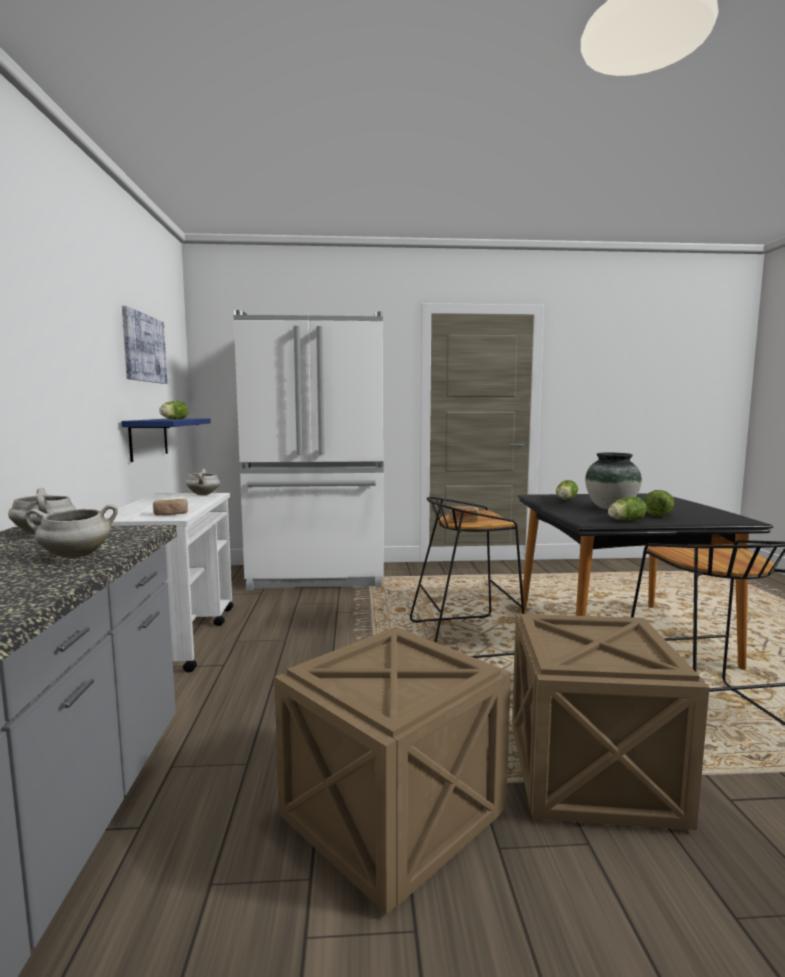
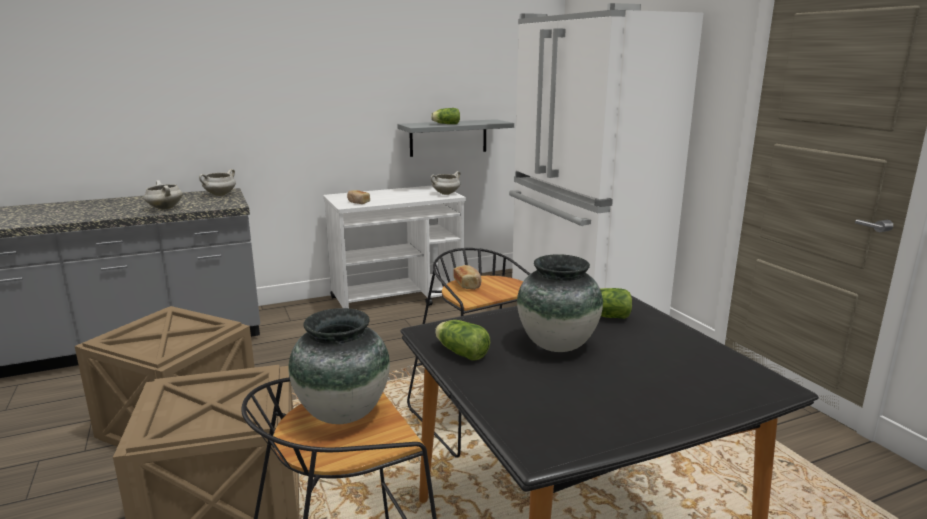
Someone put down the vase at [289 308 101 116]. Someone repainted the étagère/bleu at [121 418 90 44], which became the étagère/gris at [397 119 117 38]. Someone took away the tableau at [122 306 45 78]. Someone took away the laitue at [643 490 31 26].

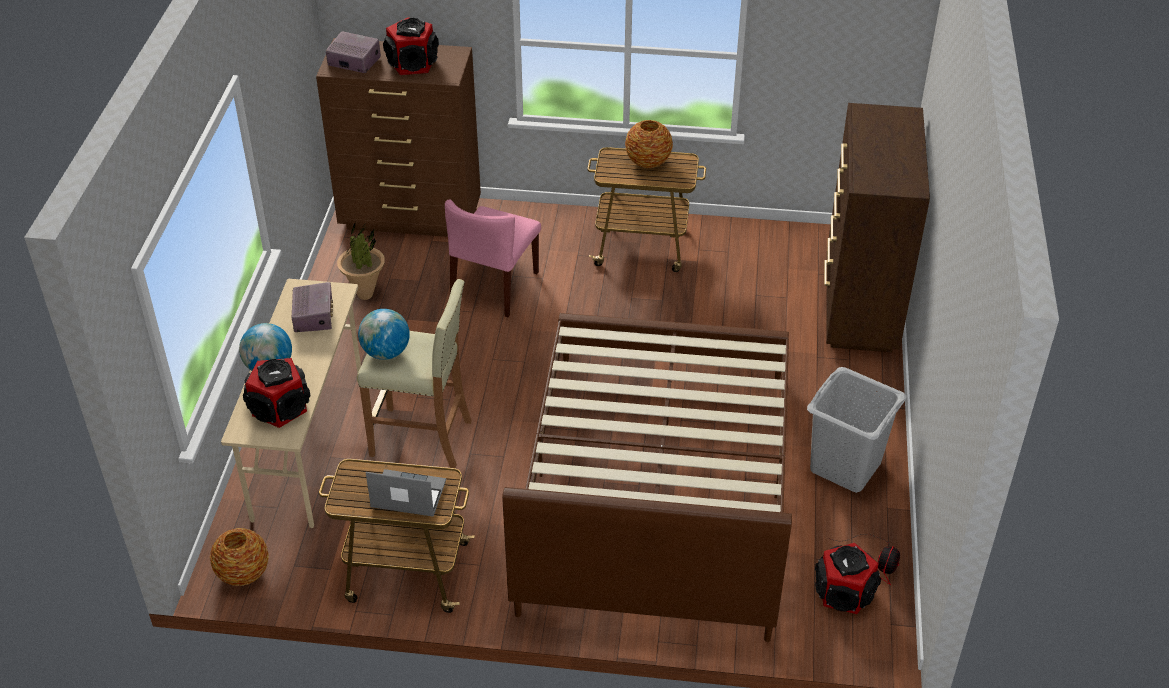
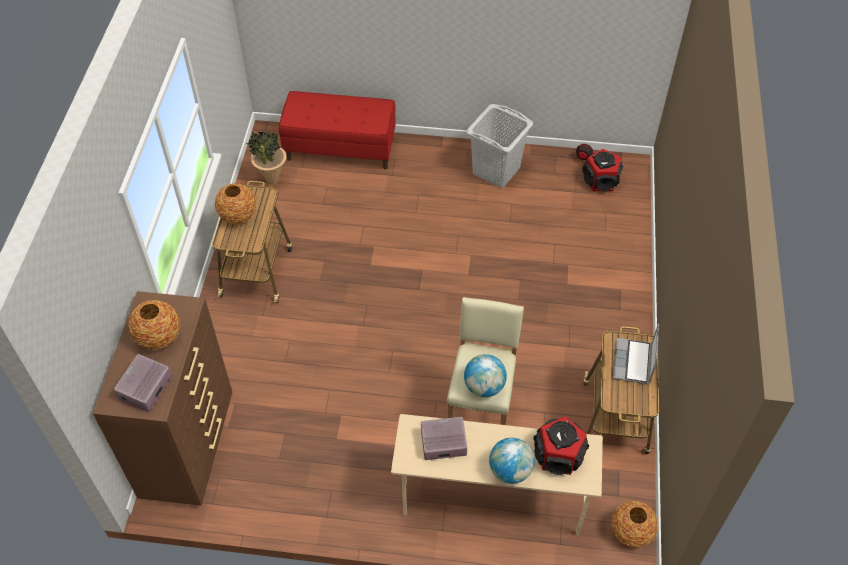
Someone swapped the enceinte at [383 17 56 58] for the vase at [129 300 51 50]. Someone carried the plante en pot from [337 221 48 79] to [246 131 40 53]. Someone swapped the commode/marron at [824 103 106 250] for the banc/rouge at [279 91 117 78]. Someone took away the chaise/rose at [445 199 96 118]. Someone took away the lit/marron at [502 313 290 329].

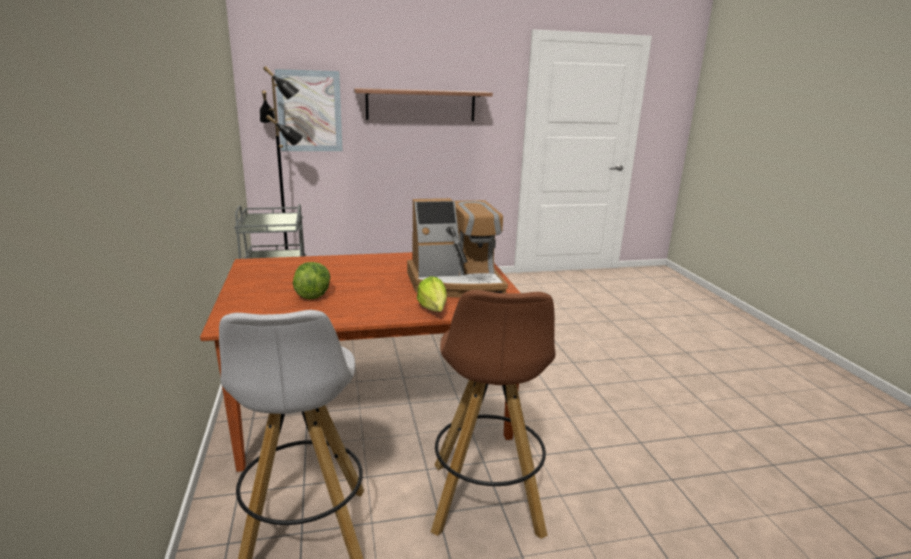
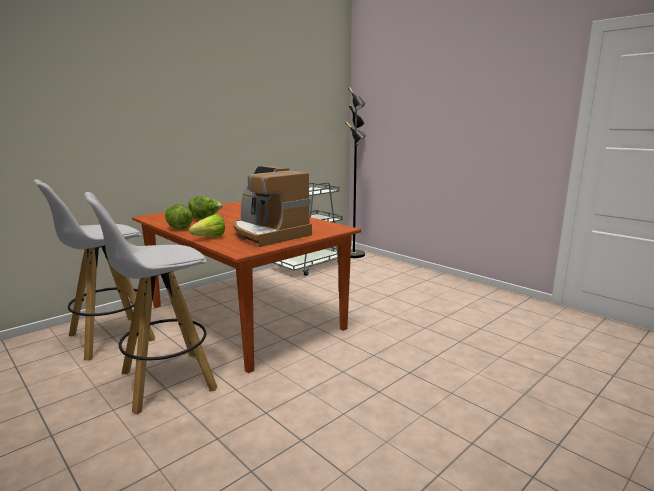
Someone repainted the tabouret/marron at [431 290 124 249], which became the tabouret/blanc at [84 192 133 222]. Someone put down the laitue at [165 204 28 26]. Someone took away the tableau at [275 69 67 82]. Someone took away the étagère at [354 88 139 33].

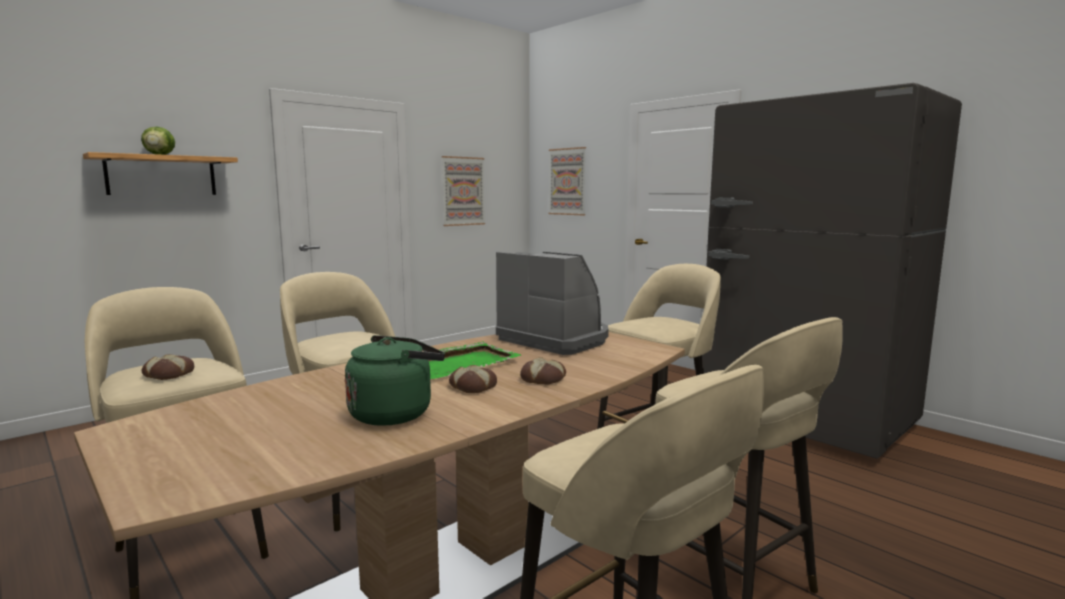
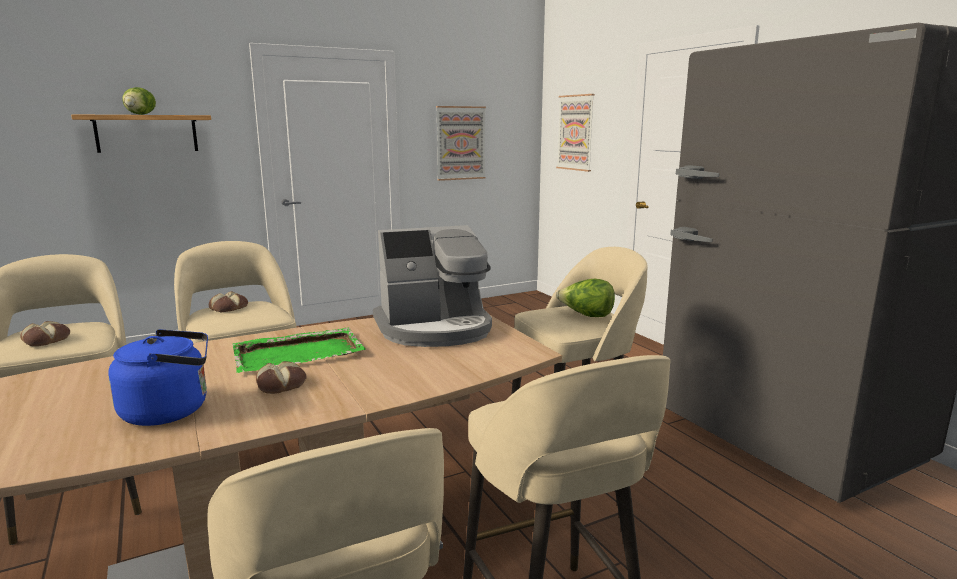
Someone repainted the bouilloire/vert at [345 335 100 91], which became the bouilloire/bleu at [108 329 100 97]. Someone carried the pain from [520 357 46 28] to [209 291 39 21]. Someone rotated the machine à café at [496 252 113 103] by 105 degrees clockwise. Someone put down the laitue at [557 279 58 38].

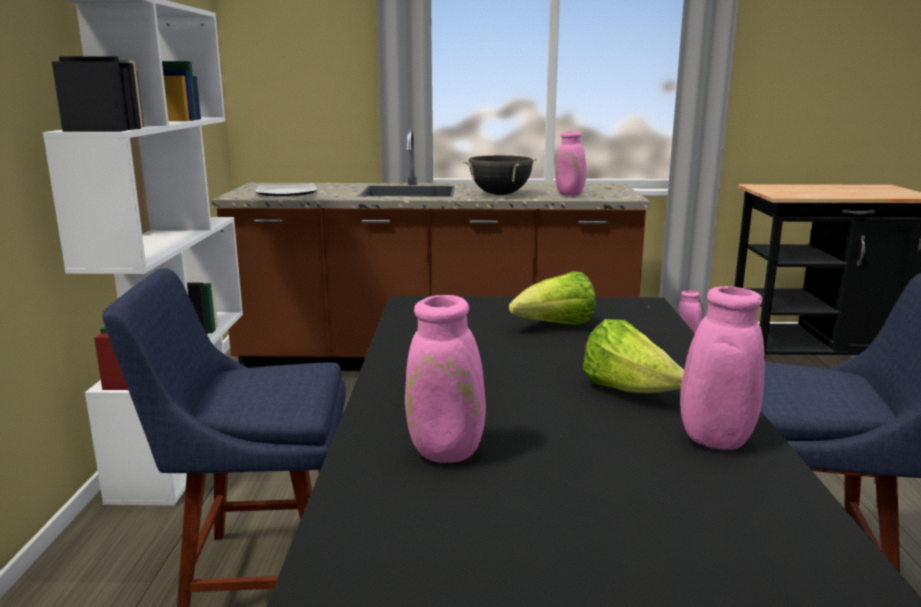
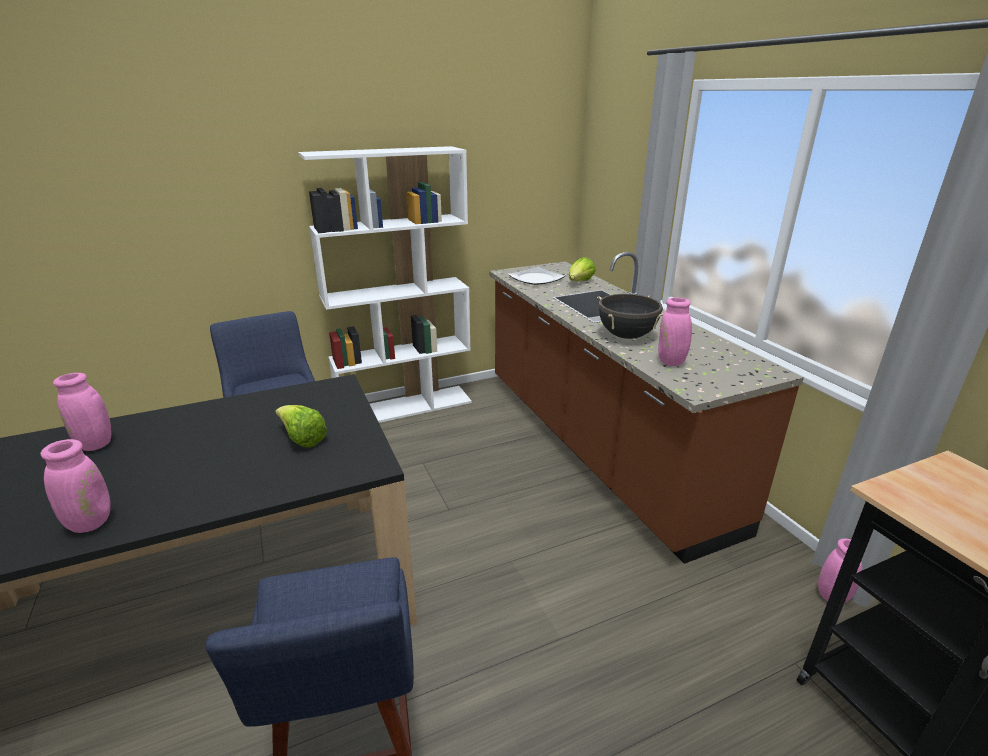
Someone carried the laitue from [583 319 101 74] to [569 257 27 24].

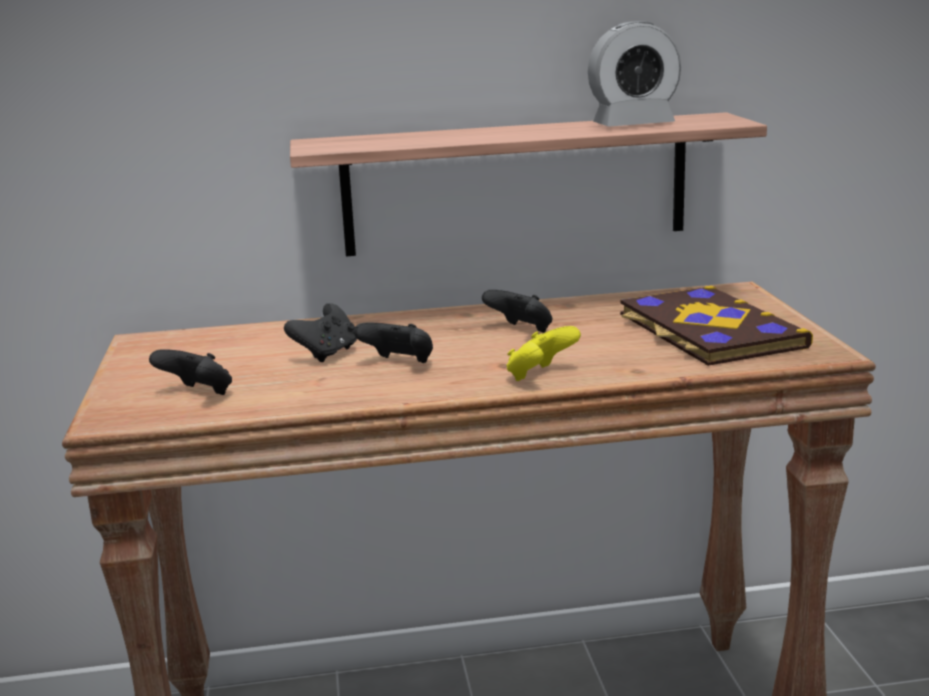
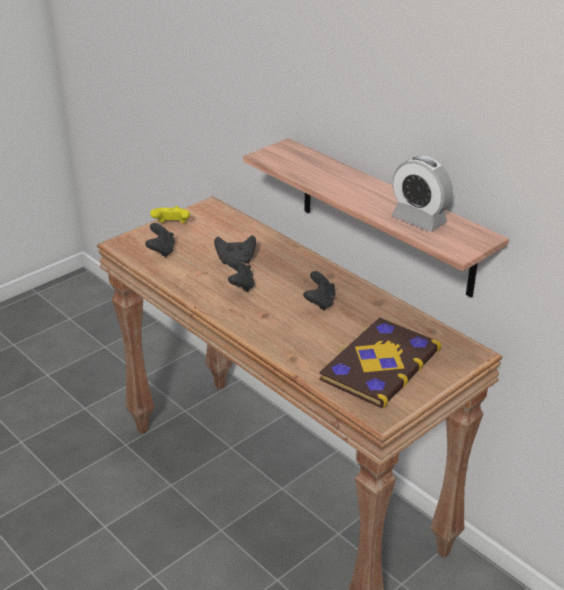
Someone carried the manette/jaune from [507 326 74 55] to [150 206 40 17].

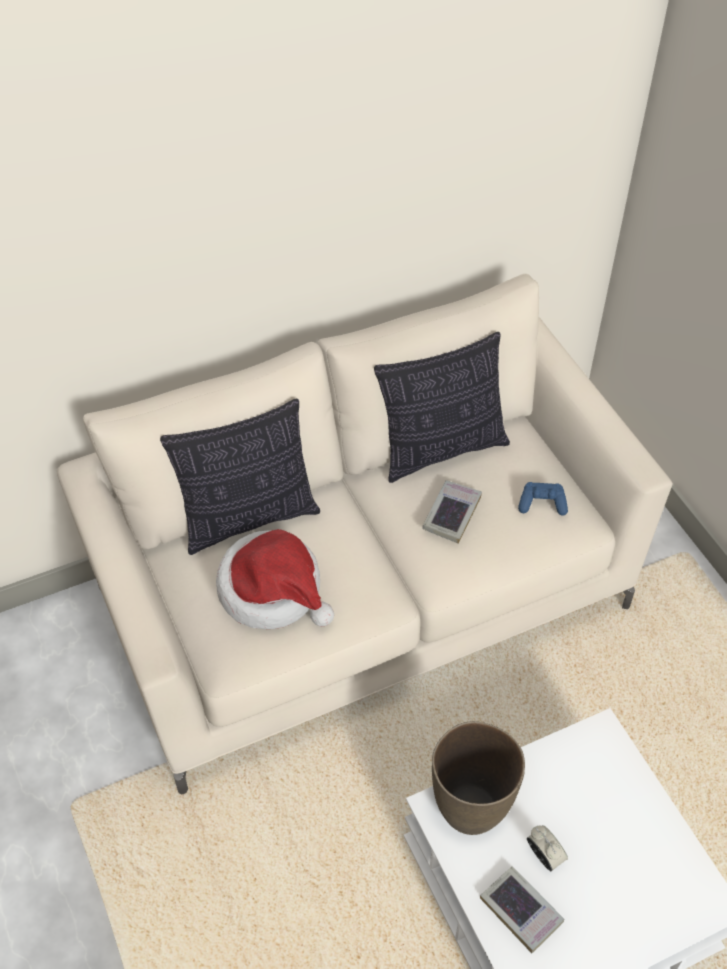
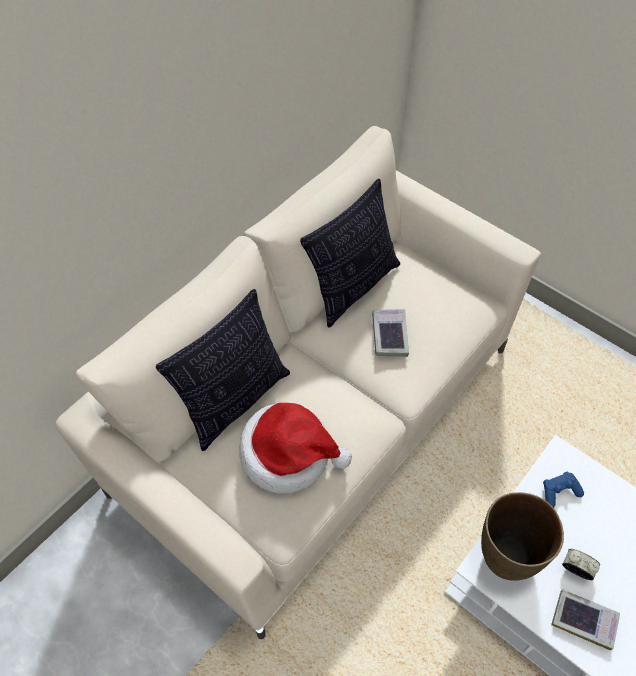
Someone carried the manette/bleu from [518 482 50 34] to [543 472 41 36].

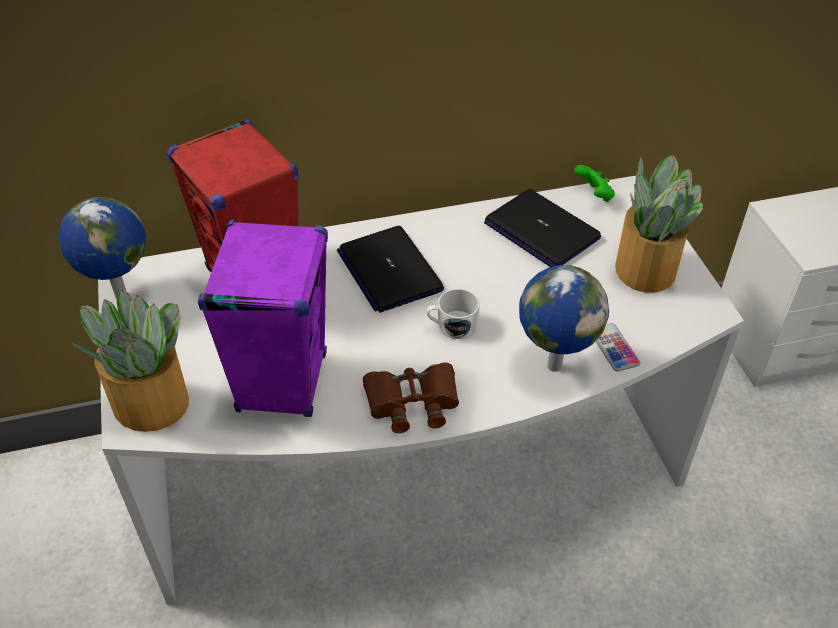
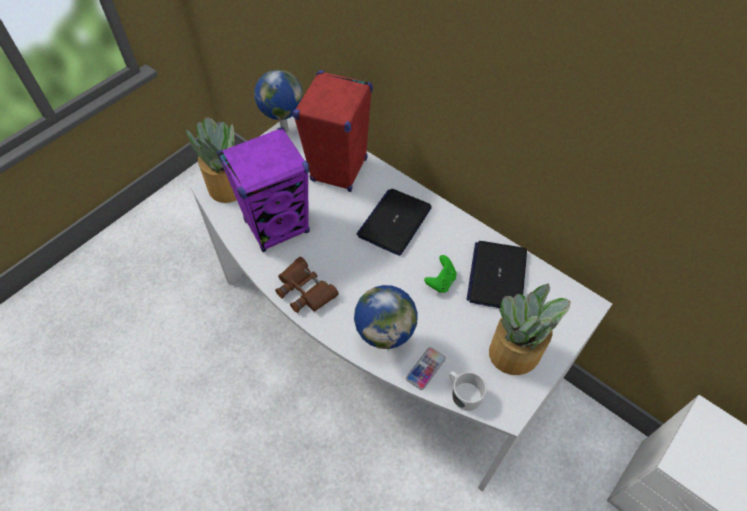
Someone carried the manette/vert from [574 165 41 37] to [424 255 33 38]. Someone carried the mug/blanc from [426 289 54 50] to [449 371 38 40].

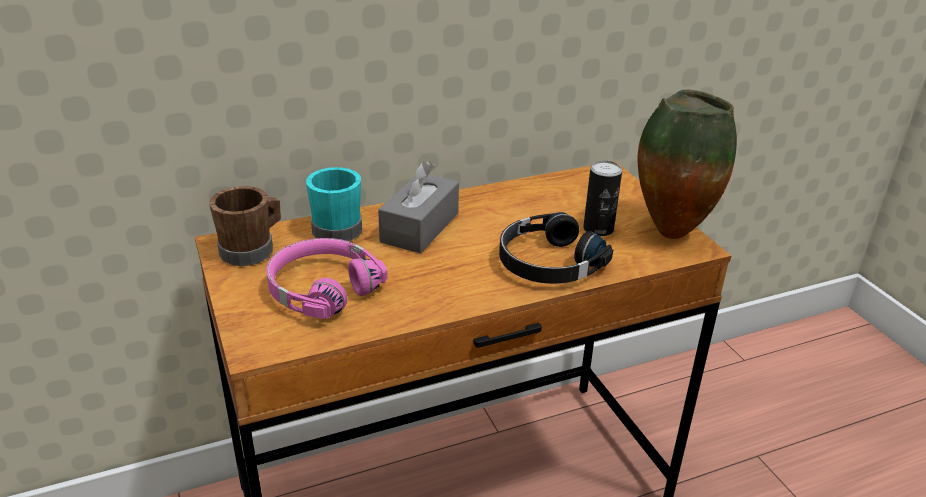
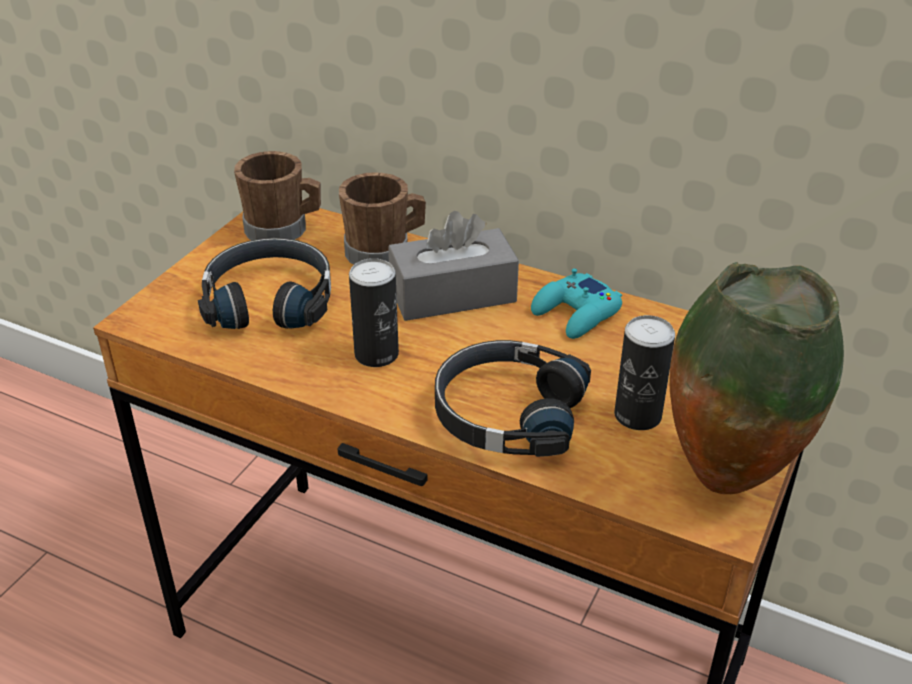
Someone repainted the casque audio/rose at [266 238 122 81], which became the casque audio/noir at [198 238 133 91]. Someone repainted the mug/turquoise at [306 167 56 74], which became the mug/marron at [339 172 87 92]. Someone put down the boîte métallique at [349 258 50 109]. Someone put down the manette/turquoise at [531 268 91 71].

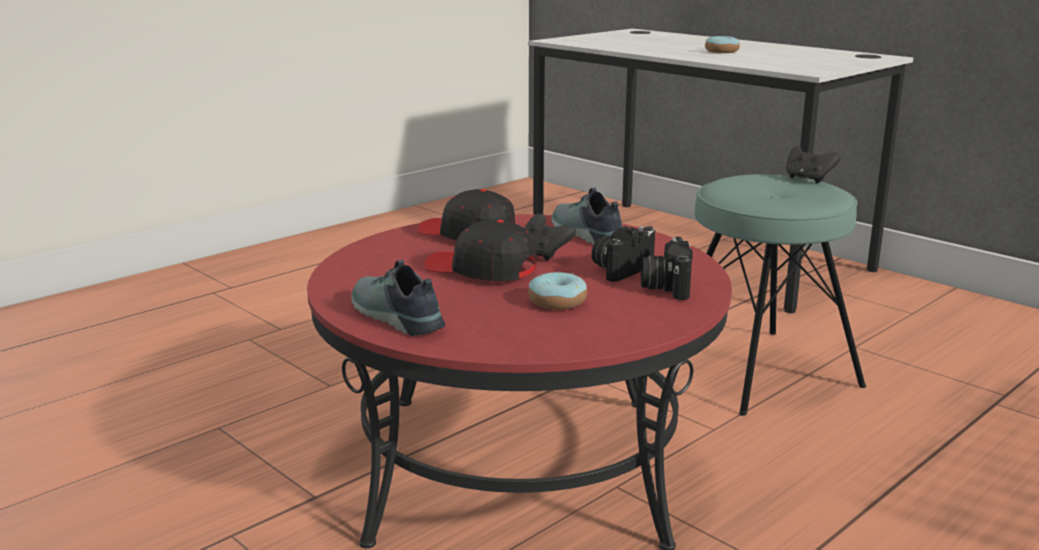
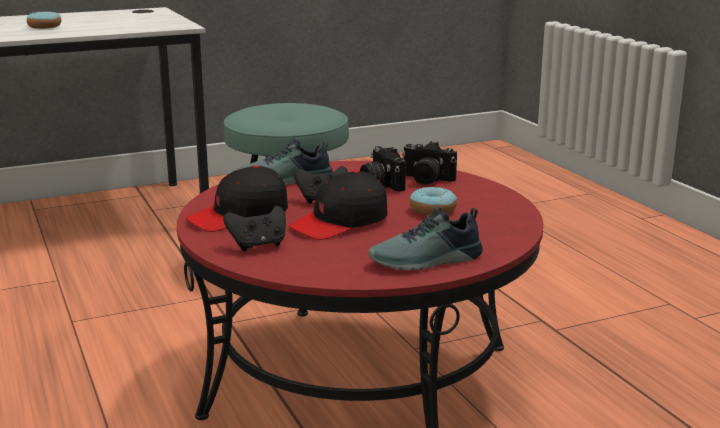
Someone carried the manette/noir from [786 146 55 37] to [223 206 63 45].

